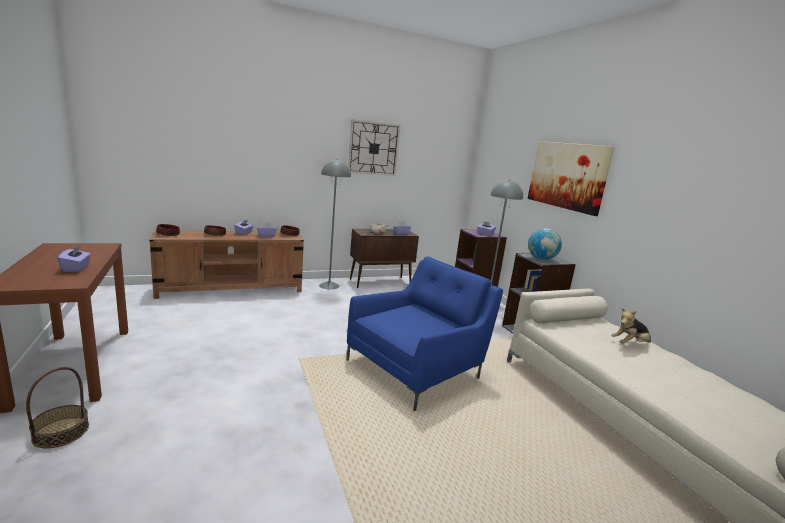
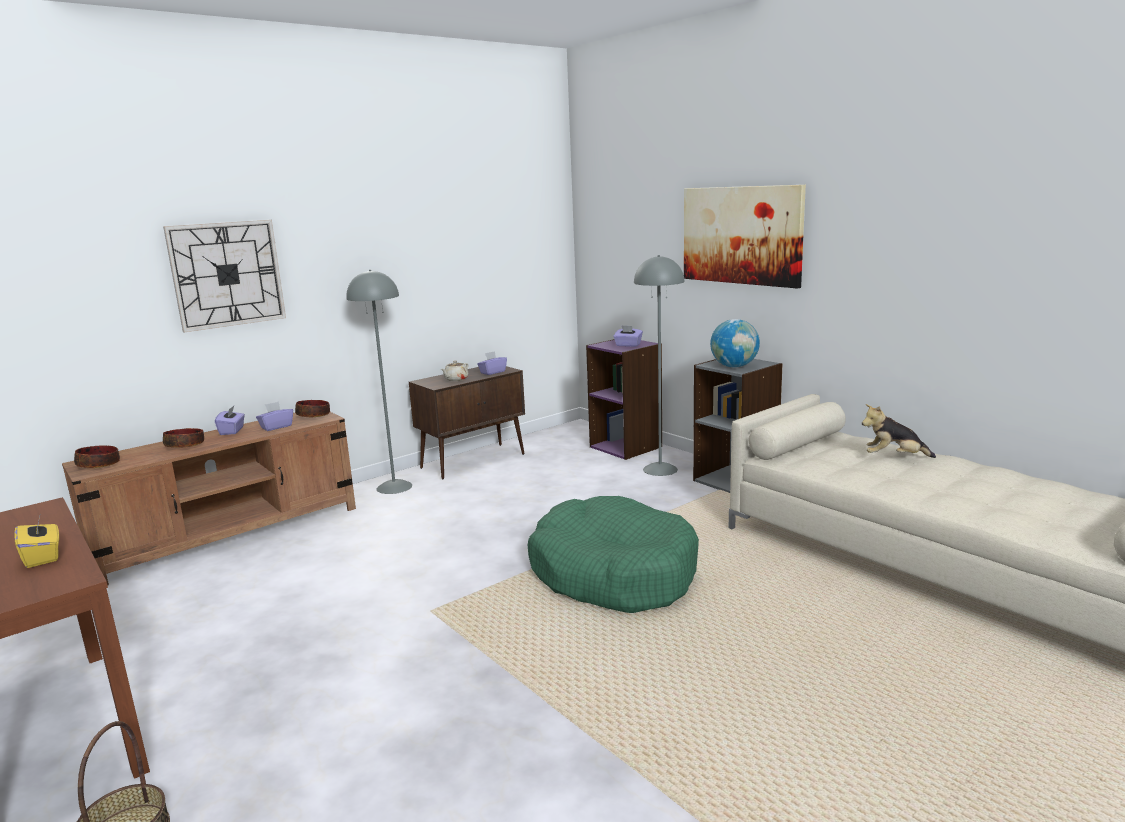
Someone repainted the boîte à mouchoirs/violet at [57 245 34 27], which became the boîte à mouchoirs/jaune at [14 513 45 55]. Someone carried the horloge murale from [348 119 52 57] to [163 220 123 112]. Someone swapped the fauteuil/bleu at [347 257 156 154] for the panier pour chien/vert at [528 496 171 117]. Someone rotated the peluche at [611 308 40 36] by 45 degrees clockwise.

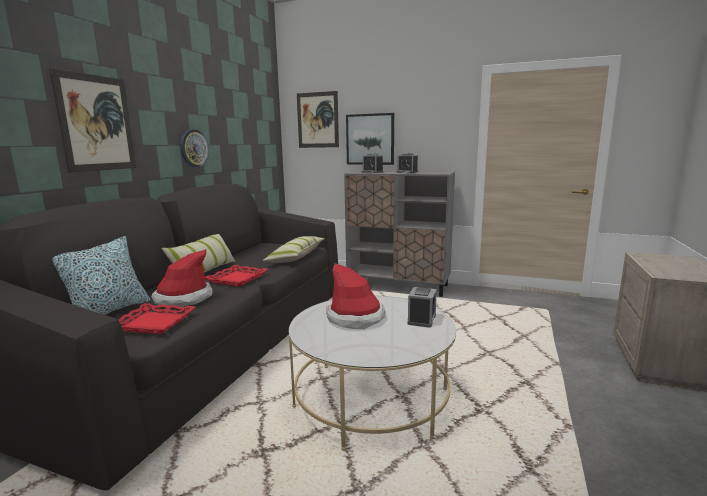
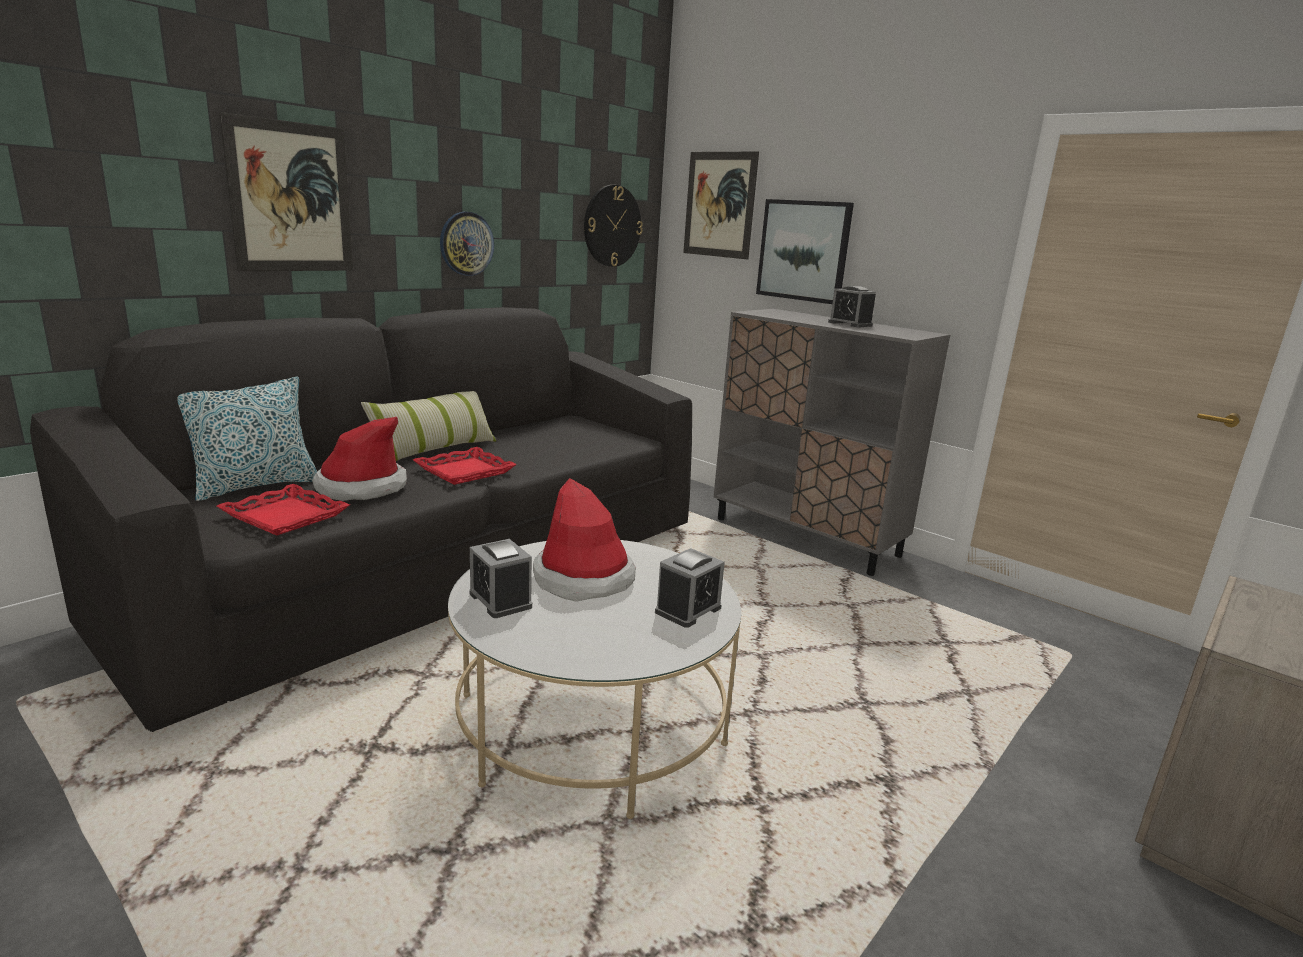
Someone carried the réveil from [362 153 21 20] to [469 539 63 79]. Someone put up the horloge murale at [584 185 59 82]. Someone took away the coussin at [263 236 62 27].

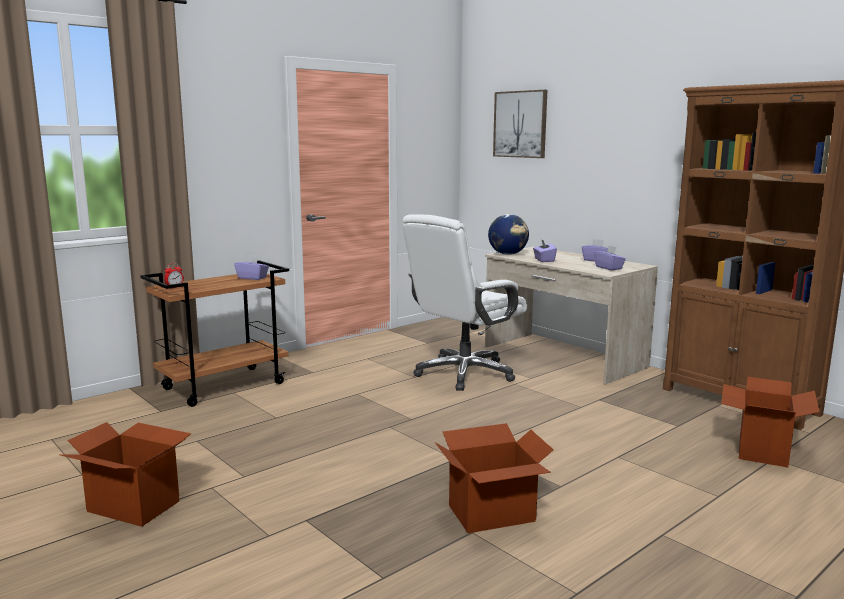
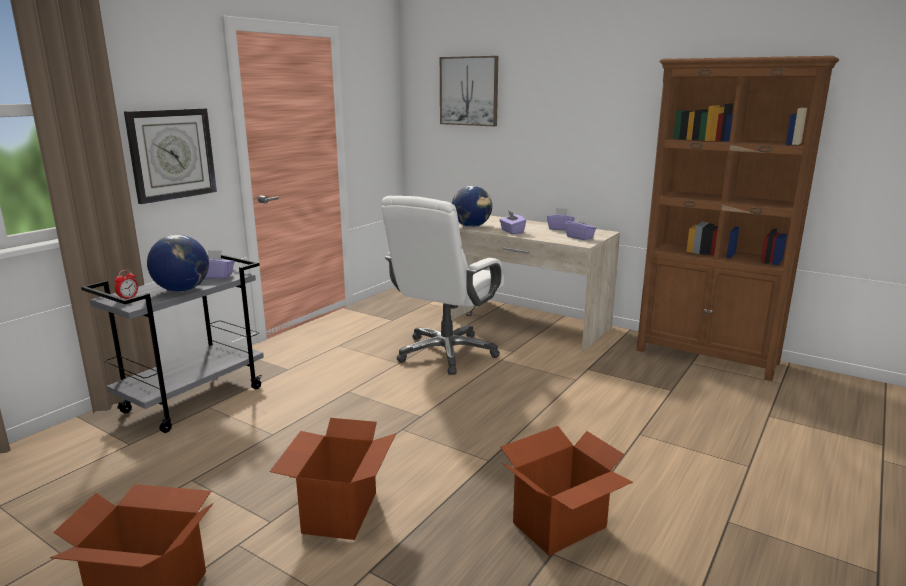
Someone repainted the chariot/marron at [140 260 149 147], which became the chariot/gris at [81 254 183 179]. Someone put up the horloge murale at [124 108 93 96]. Someone put down the globe at [147 235 62 57]. Someone carried the carton from [721 377 99 91] to [270 418 126 122].

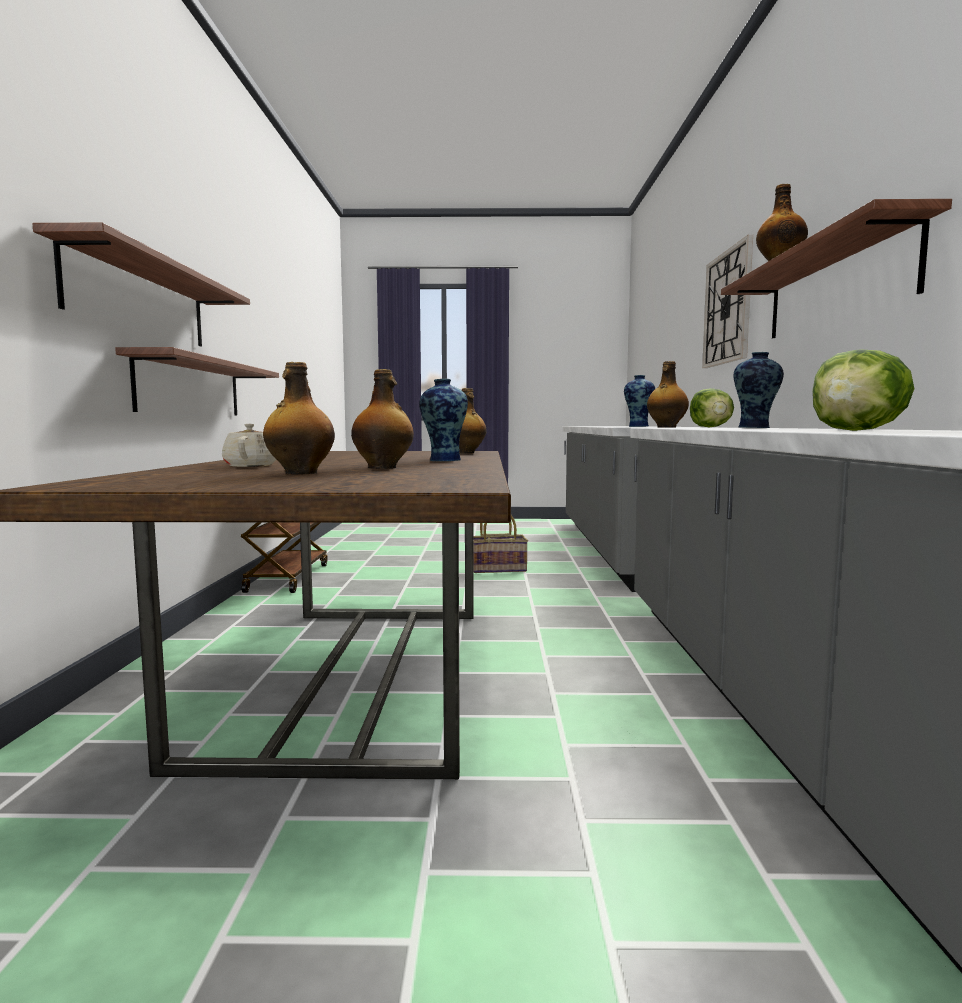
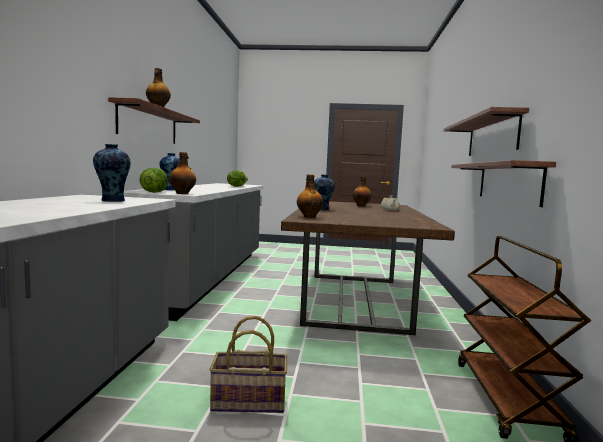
Someone took away the bouteille at [351 369 63 100]. Someone took away the horloge murale at [702 235 51 133].

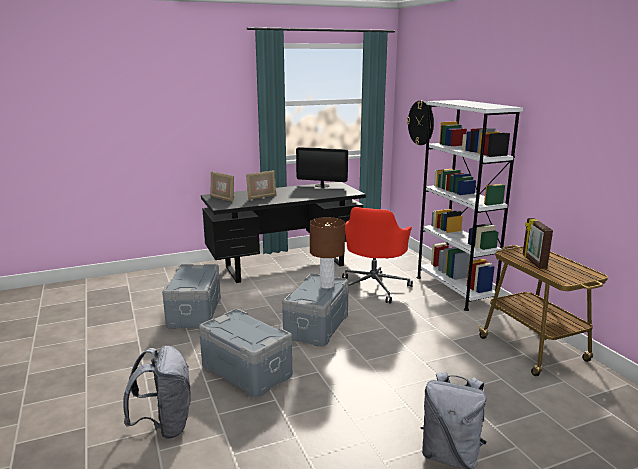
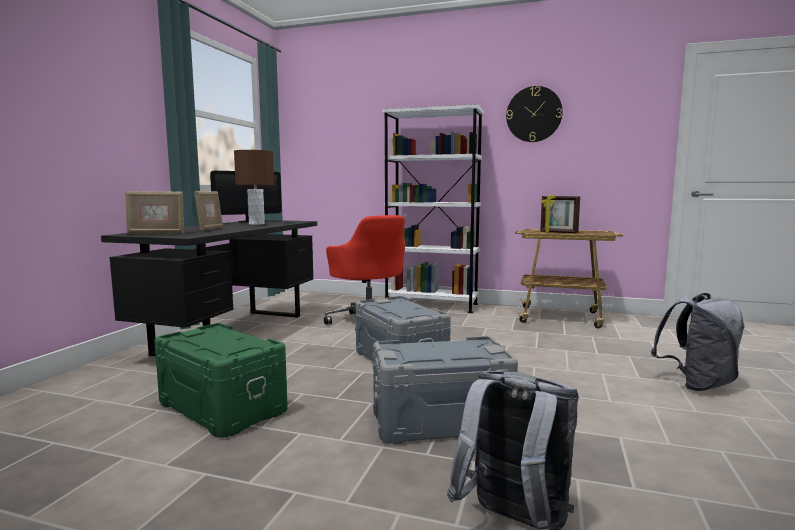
Someone repainted the boîte de rangement/gris at [162 264 59 65], which became the boîte de rangement/vert at [154 323 134 115]. Someone carried the lampe de table/marron from [310 217 35 72] to [234 150 40 75]. Someone carried the horloge murale from [407 101 27 44] to [506 86 57 56].

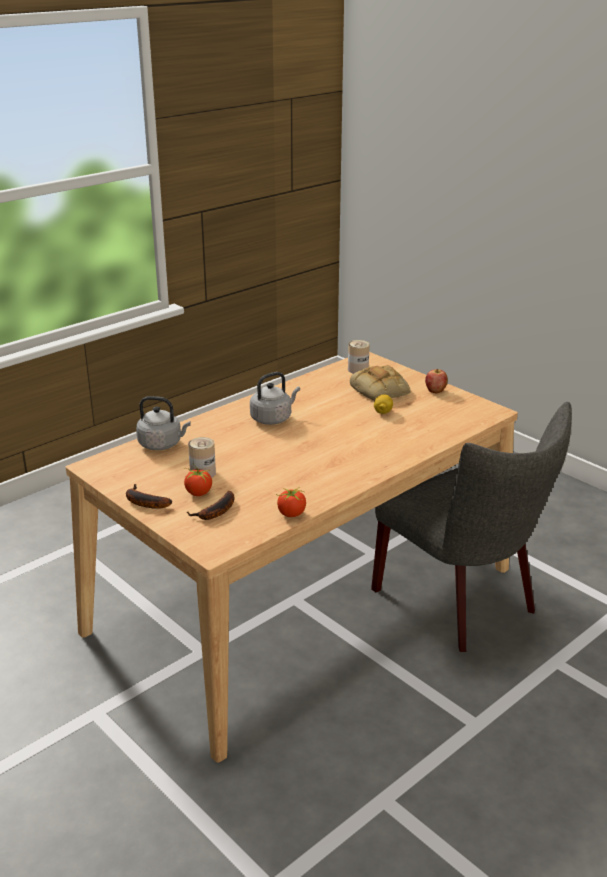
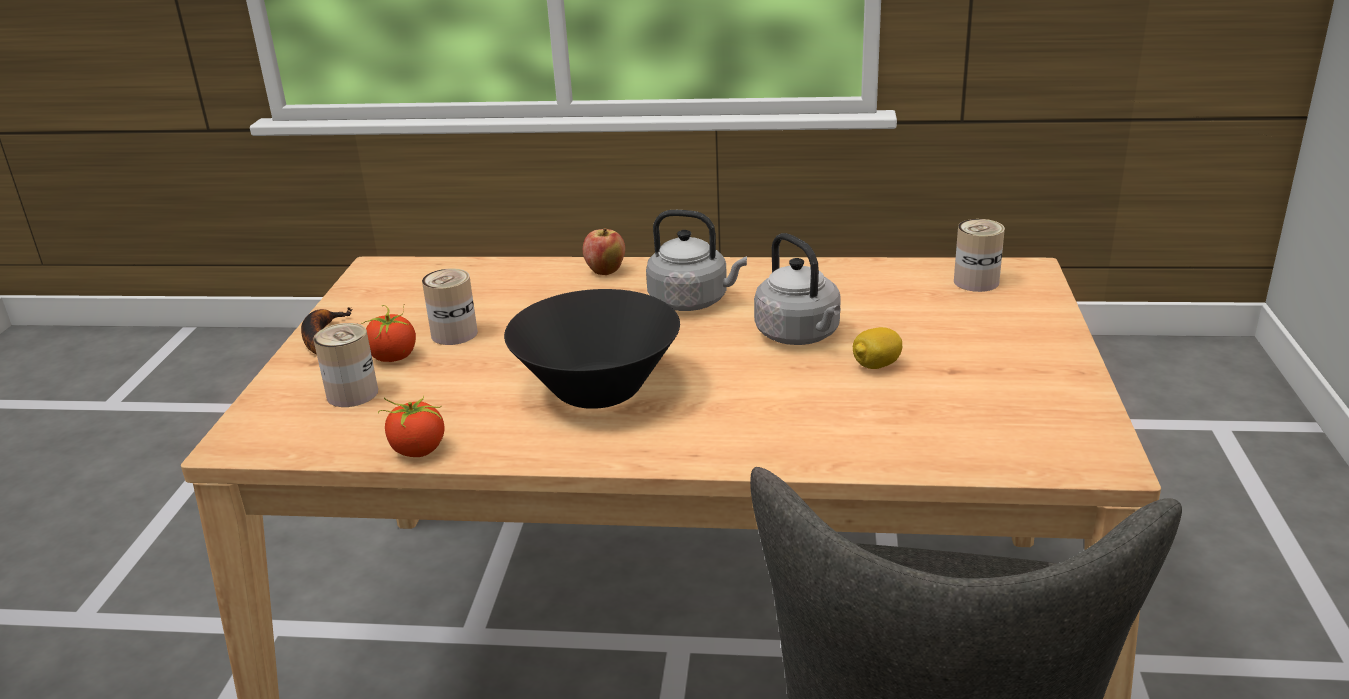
Someone swapped the banane at [187 491 47 29] for the boîte métallique at [313 323 65 84]. Someone put down the bol/noir at [504 289 176 120]. Someone carried the pomme from [425 369 23 24] to [583 228 42 47]. Someone carried the bouilloire/gris from [136 396 55 54] to [754 233 87 112]. Someone took away the pain at [350 365 60 36].

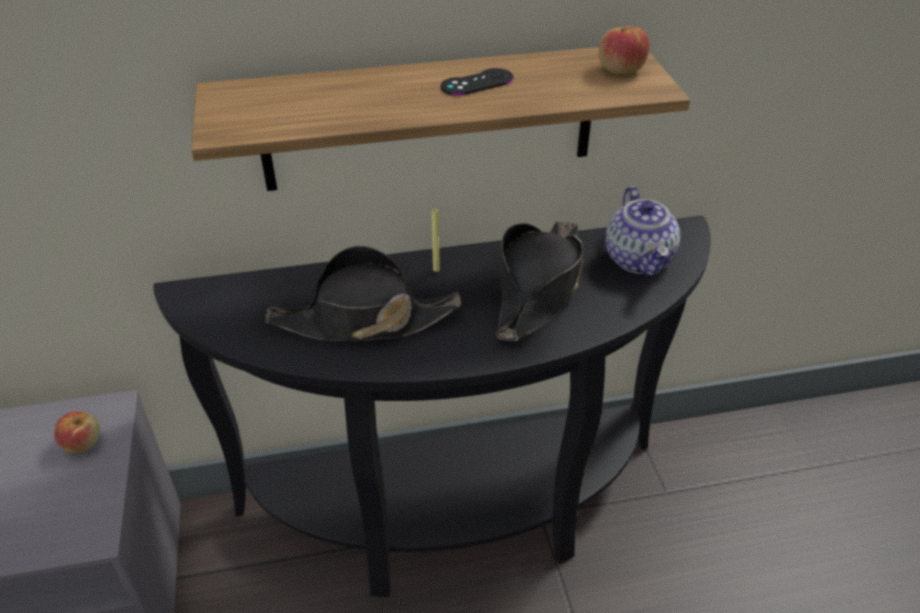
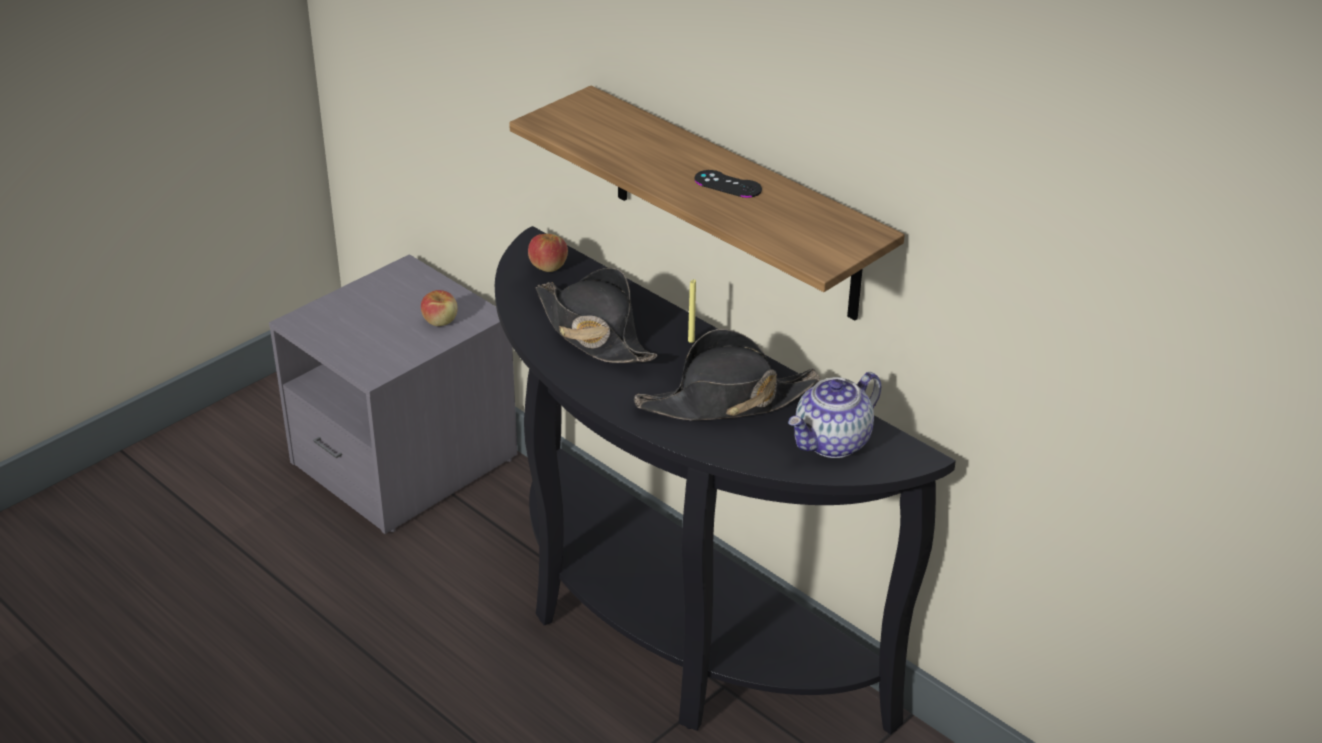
Someone carried the pomme from [599 26 51 48] to [528 234 40 38].

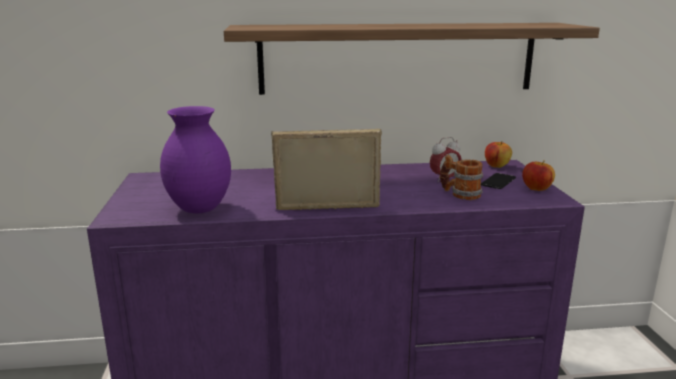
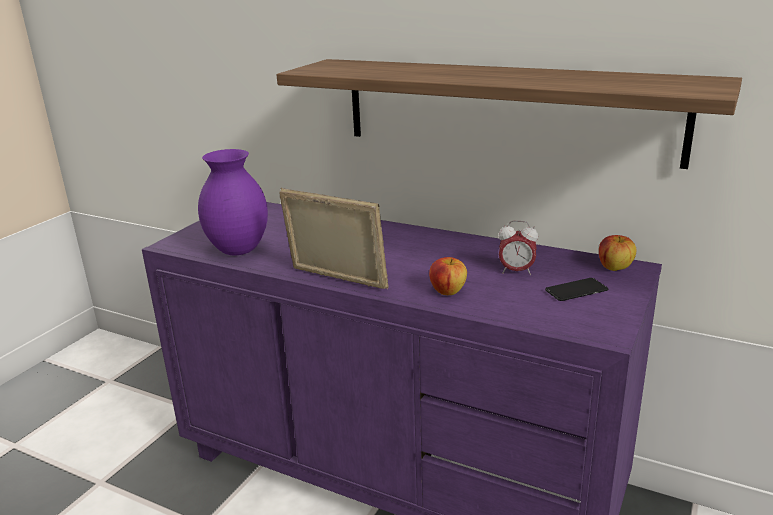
Someone carried the pomme from [522 160 33 31] to [429 257 38 38]. Someone took away the mug at [440 155 43 45].

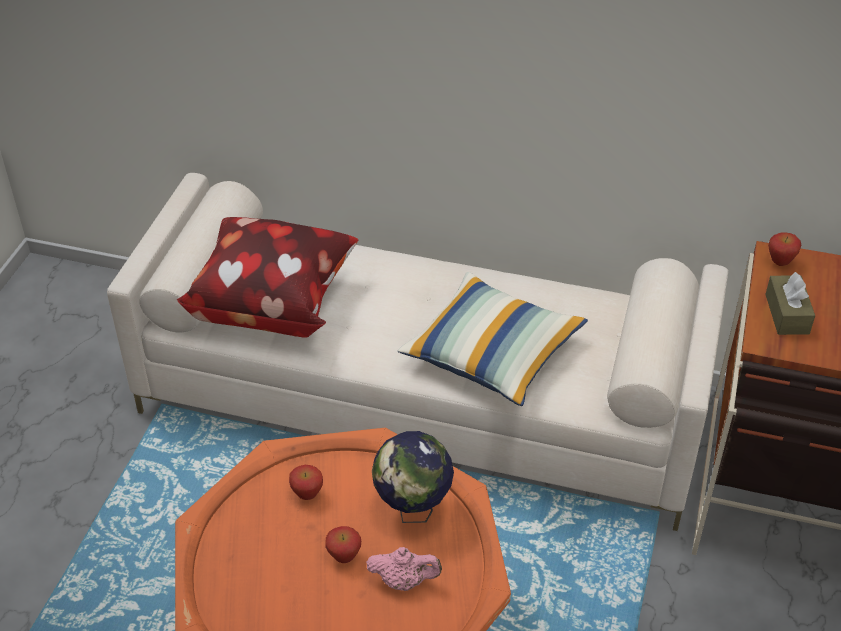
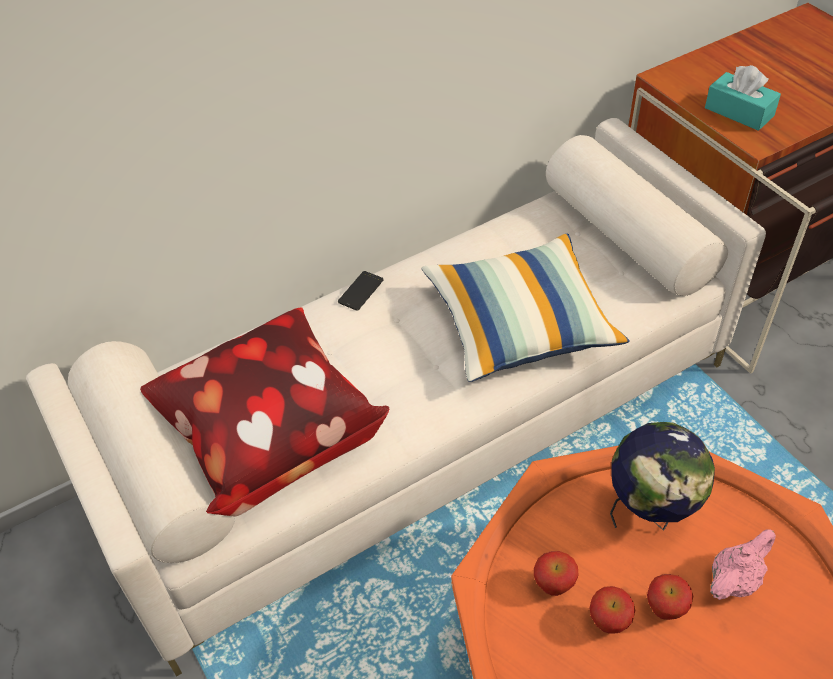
Someone put down the téléphone at [338 271 46 40]. Someone carried the pomme from [768 232 33 34] to [589 586 47 48]. Someone repainted the boîte à mouchoirs/marron at [765 272 50 63], which became the boîte à mouchoirs/turquoise at [705 65 76 66].

